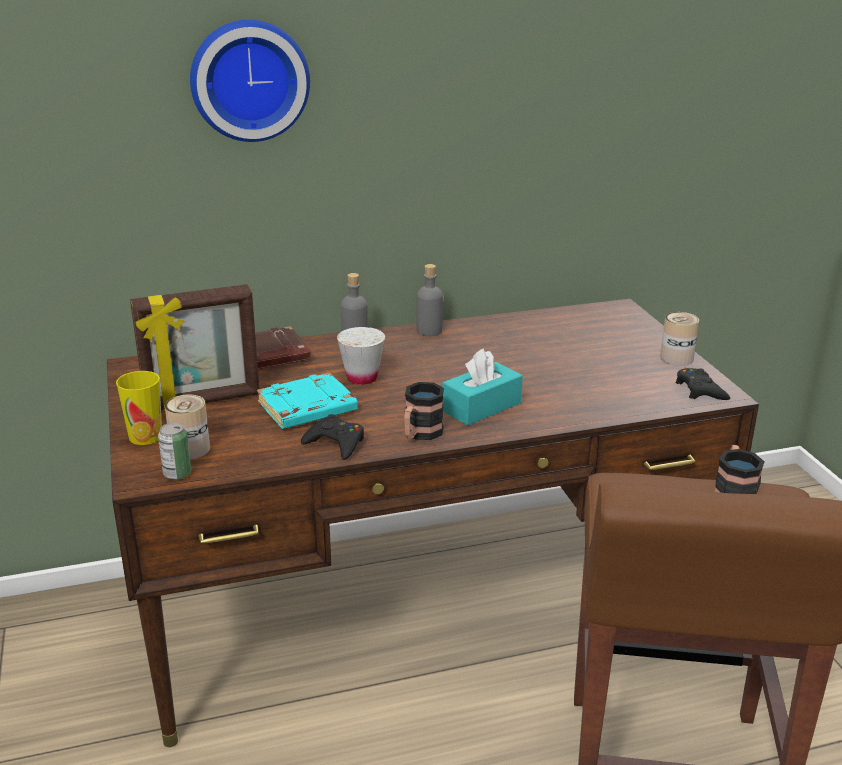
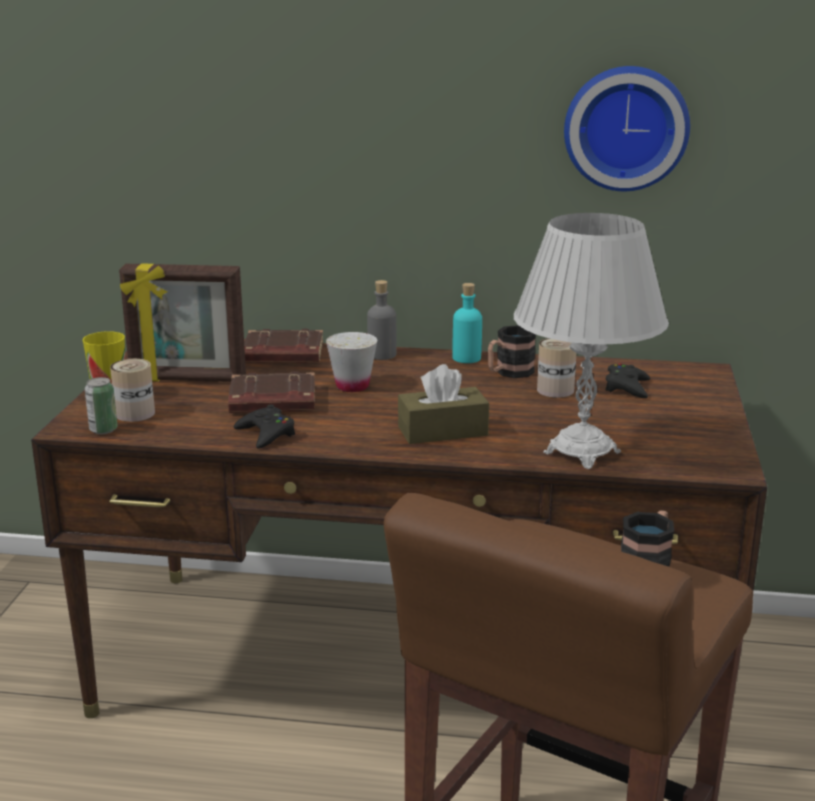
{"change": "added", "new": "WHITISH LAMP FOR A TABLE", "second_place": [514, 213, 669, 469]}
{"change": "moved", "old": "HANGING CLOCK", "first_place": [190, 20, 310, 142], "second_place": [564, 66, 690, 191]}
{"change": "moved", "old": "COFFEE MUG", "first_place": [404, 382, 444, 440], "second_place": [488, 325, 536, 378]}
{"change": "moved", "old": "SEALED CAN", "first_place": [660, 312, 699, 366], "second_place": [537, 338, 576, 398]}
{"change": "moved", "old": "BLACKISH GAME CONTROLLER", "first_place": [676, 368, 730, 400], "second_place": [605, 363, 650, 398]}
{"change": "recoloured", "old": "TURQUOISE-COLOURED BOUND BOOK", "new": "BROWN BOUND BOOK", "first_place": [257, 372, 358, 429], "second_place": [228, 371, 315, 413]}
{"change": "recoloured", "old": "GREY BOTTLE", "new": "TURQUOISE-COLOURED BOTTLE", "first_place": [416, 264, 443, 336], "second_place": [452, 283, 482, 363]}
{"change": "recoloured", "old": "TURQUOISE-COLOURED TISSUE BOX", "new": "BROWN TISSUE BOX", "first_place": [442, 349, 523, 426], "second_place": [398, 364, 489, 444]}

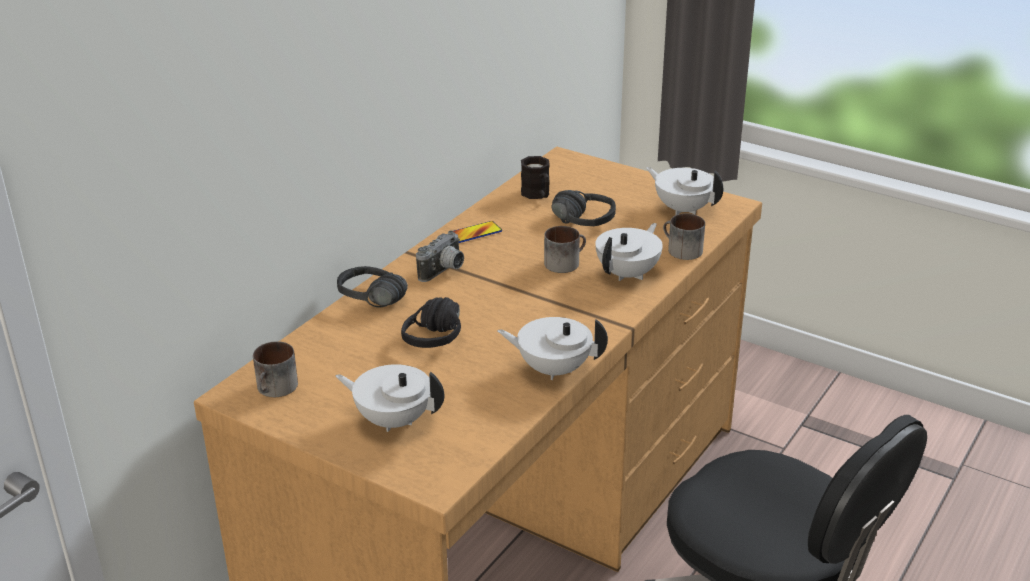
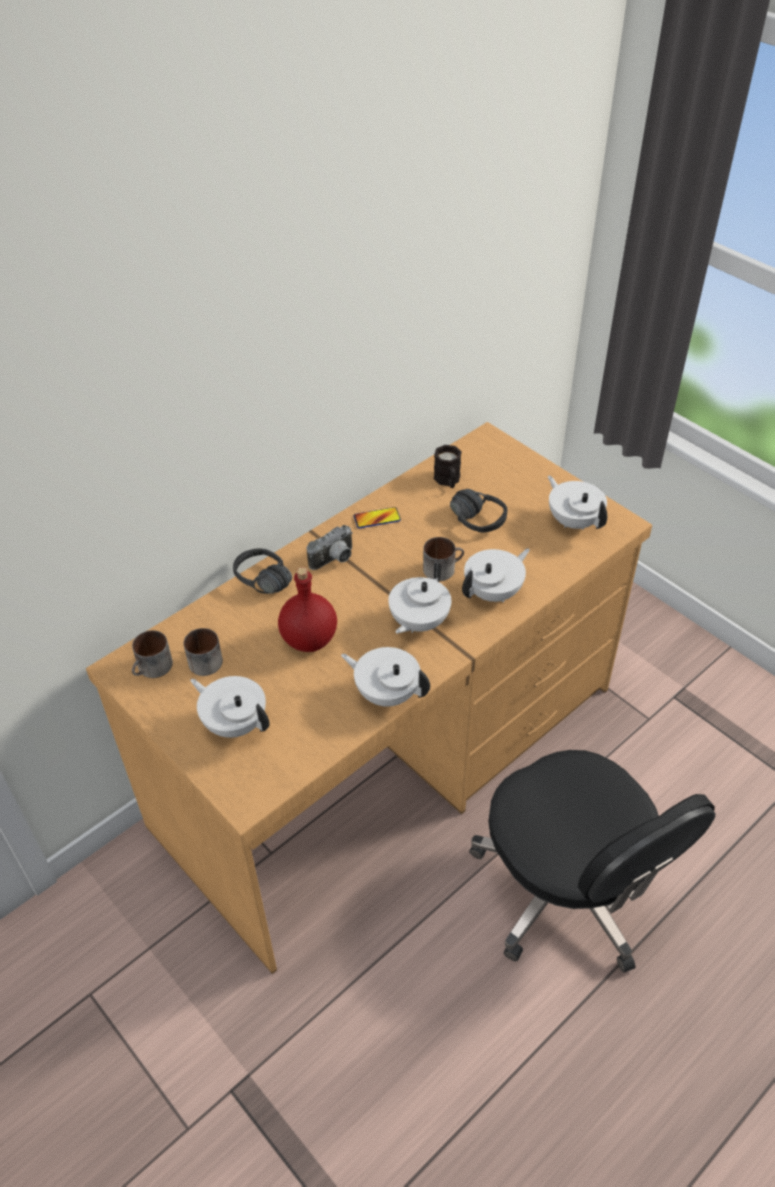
{"change": "added", "new": "WHITISH POT FOR TEA", "second_place": [388, 562, 451, 634]}
{"change": "moved", "old": "COFFEE MUG", "first_place": [663, 214, 705, 260], "second_place": [184, 628, 223, 676]}
{"change": "replaced", "old": "BLACKISH PAIR OF HEADPHONES", "new": "RED-COLOURED BOTTLE", "first_place": [401, 297, 461, 348], "second_place": [278, 567, 337, 652]}

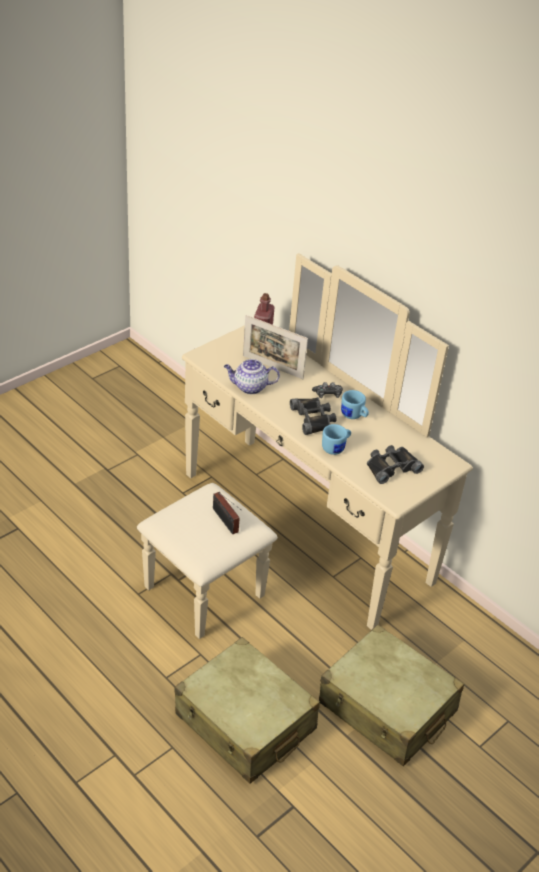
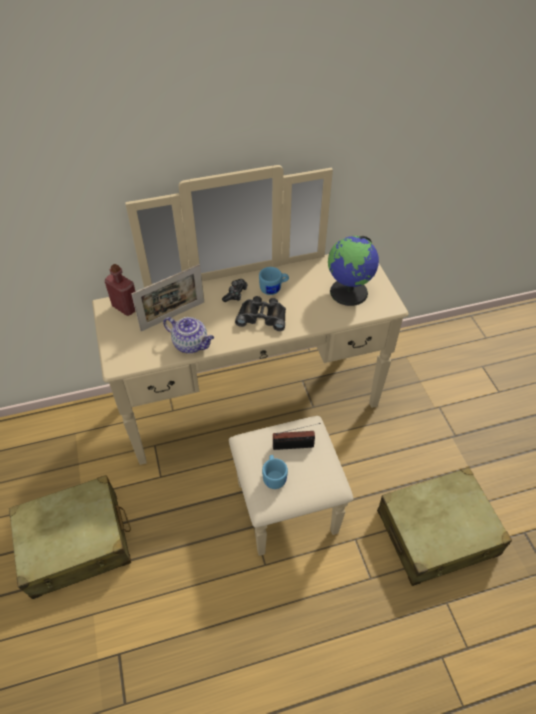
{"change": "moved", "old": "BEIGE SUITCASE", "first_place": [319, 625, 464, 766], "second_place": [9, 475, 131, 599]}
{"change": "moved", "old": "BLUISH COFFEE MUG", "first_place": [322, 424, 351, 455], "second_place": [262, 455, 288, 489]}
{"change": "replaced", "old": "BLACKISH PAIR OF BINOCULARS", "new": "GLOBE", "first_place": [367, 445, 424, 484], "second_place": [328, 236, 379, 306]}
{"change": "turned", "old": "POT FOR TEA", "first_place": [224, 359, 280, 394], "second_place": [163, 317, 214, 353], "degrees": -90}

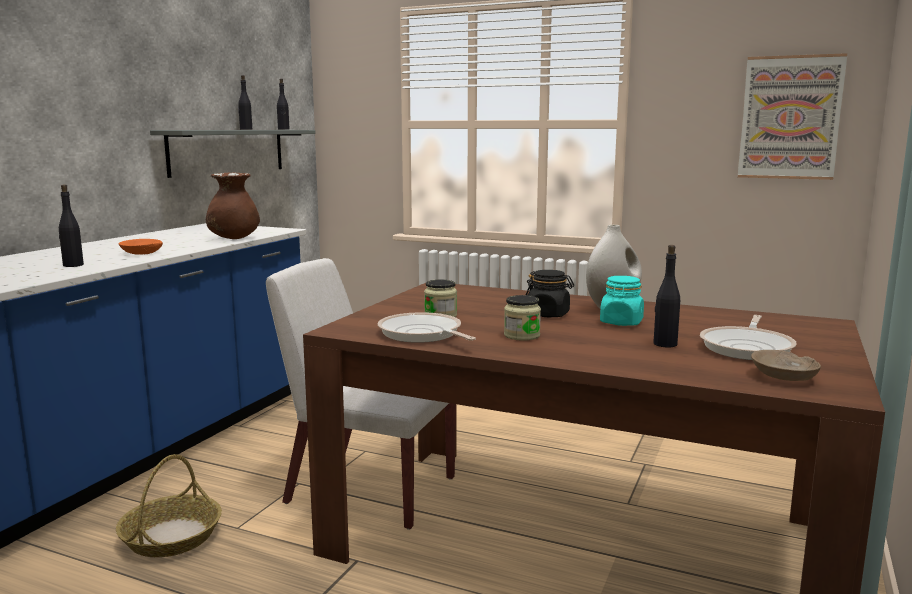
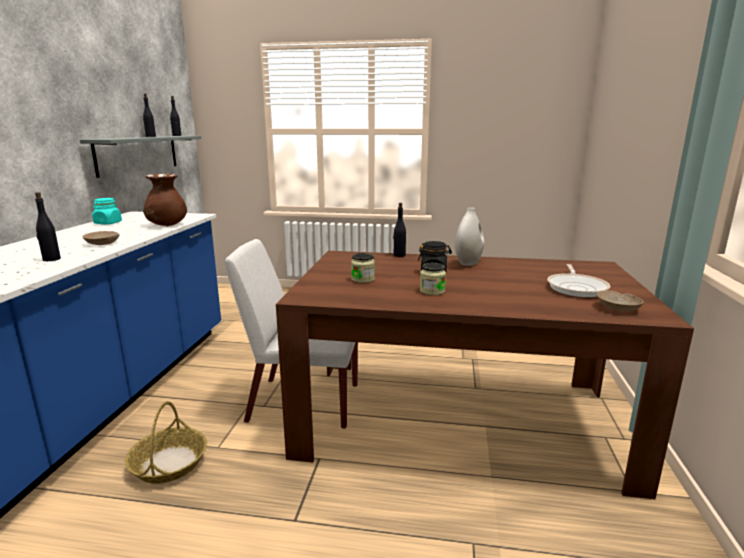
{"change": "removed", "old": "FRYING PAN", "first_place": [377, 312, 476, 343]}
{"change": "removed", "old": "PICTURE", "first_place": [738, 53, 847, 180]}
{"change": "moved", "old": "TURQUOISE-COLOURED JAR", "first_place": [600, 276, 644, 326], "second_place": [92, 198, 122, 225]}
{"change": "moved", "old": "BLACKISH BOTTLE", "first_place": [653, 245, 680, 347], "second_place": [393, 203, 406, 257]}
{"change": "recoloured", "old": "ORANGE DEEP DISH", "new": "BEIGE DEEP DISH", "first_place": [119, 239, 163, 255], "second_place": [82, 231, 120, 245]}

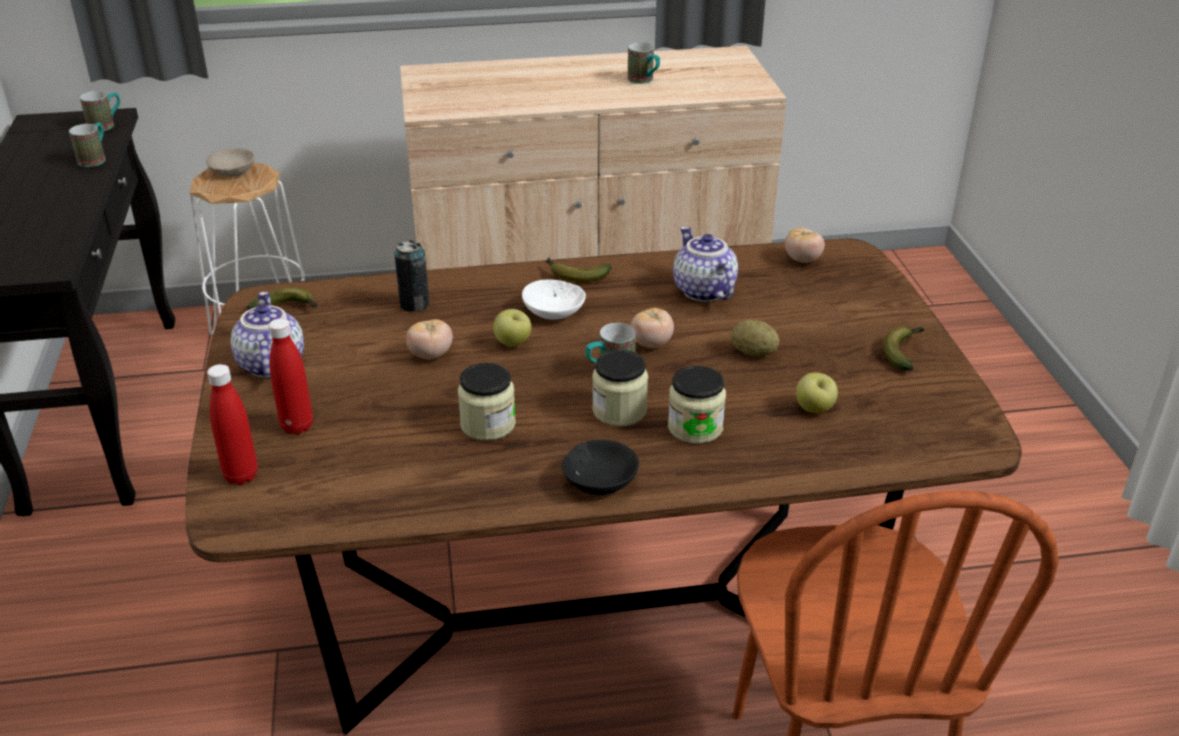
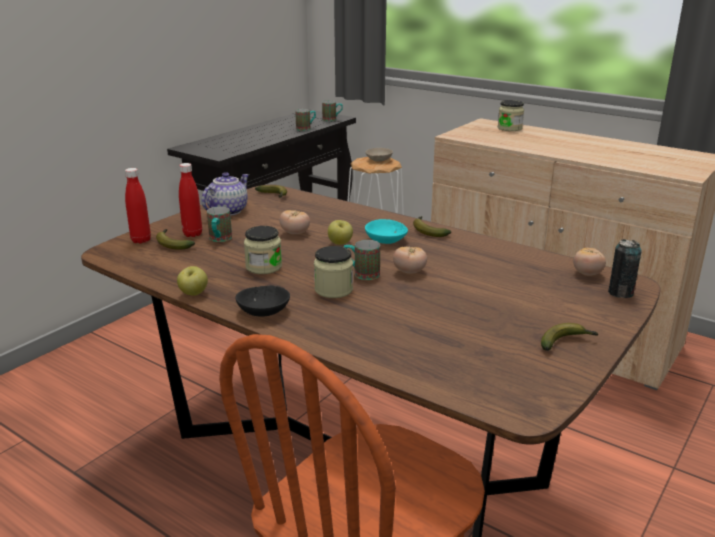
{"change": "removed", "old": "POT FOR TEA", "first_place": [673, 226, 738, 302]}
{"change": "removed", "old": "SPUD", "first_place": [731, 320, 779, 357]}
{"change": "added", "new": "BANANA", "second_place": [156, 229, 195, 250]}
{"change": "moved", "old": "SEALED CAN", "first_place": [394, 240, 430, 312], "second_place": [608, 239, 642, 298]}
{"change": "moved", "old": "COFFEE MUG", "first_place": [628, 42, 660, 84], "second_place": [207, 206, 232, 242]}
{"change": "moved", "old": "JAR", "first_place": [668, 366, 726, 444], "second_place": [498, 100, 524, 131]}
{"change": "moved", "old": "WHOLE APPLE", "first_place": [796, 373, 838, 413], "second_place": [177, 266, 208, 296]}
{"change": "recoloured", "old": "WHITISH DEEP DISH", "new": "TURQUOISE-COLOURED DEEP DISH", "first_place": [522, 280, 586, 320], "second_place": [365, 219, 408, 244]}

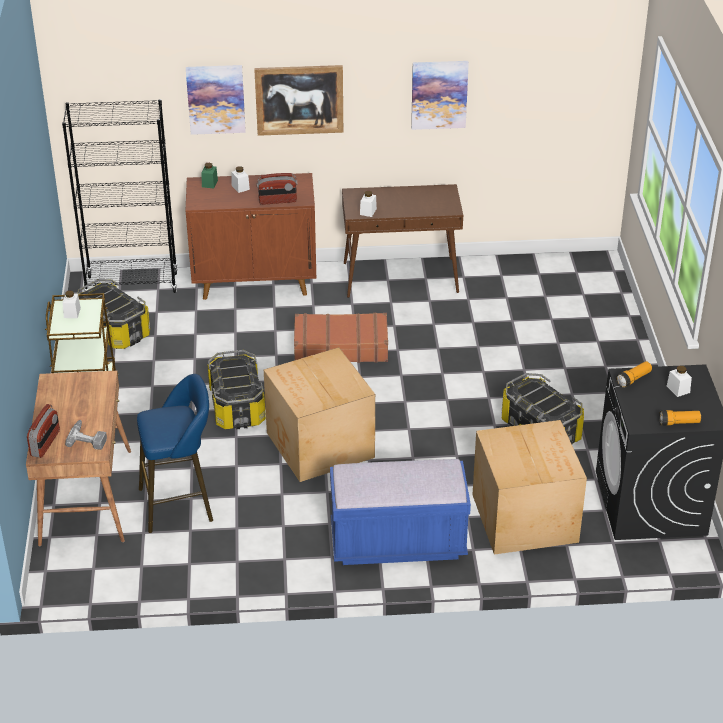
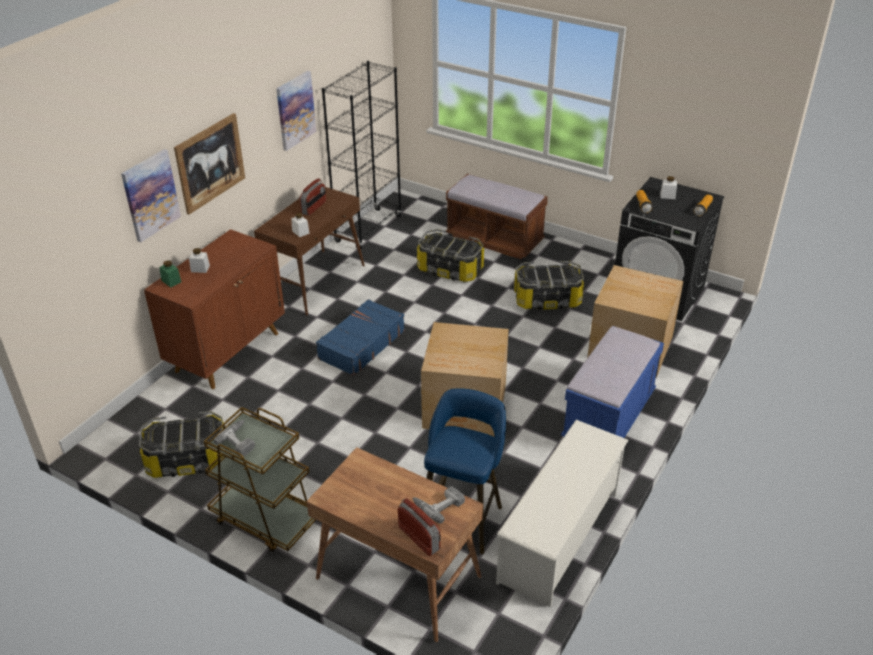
{"change": "added", "new": "BROWN LONG SEAT", "second_place": [446, 174, 548, 259]}
{"change": "added", "new": "WHITISH SHOE SHELF", "second_place": [496, 420, 629, 607]}
{"change": "moved", "old": "BLACKISH SHELVING UNIT", "first_place": [62, 99, 177, 293], "second_place": [322, 61, 402, 249]}
{"change": "moved", "old": "STORAGE BOX", "first_place": [208, 350, 266, 429], "second_place": [417, 229, 484, 282]}
{"change": "moved", "old": "RADIO RECEIVER", "first_place": [257, 173, 298, 205], "second_place": [300, 178, 326, 216]}
{"change": "replaced", "old": "WHITISH JAR", "new": "ELECTRIC DRILL", "first_place": [62, 291, 81, 318], "second_place": [214, 420, 255, 457]}
{"change": "recoloured", "old": "BROWN SUITCASE", "new": "BLUISH SUITCASE", "first_place": [294, 313, 388, 363], "second_place": [316, 299, 405, 376]}

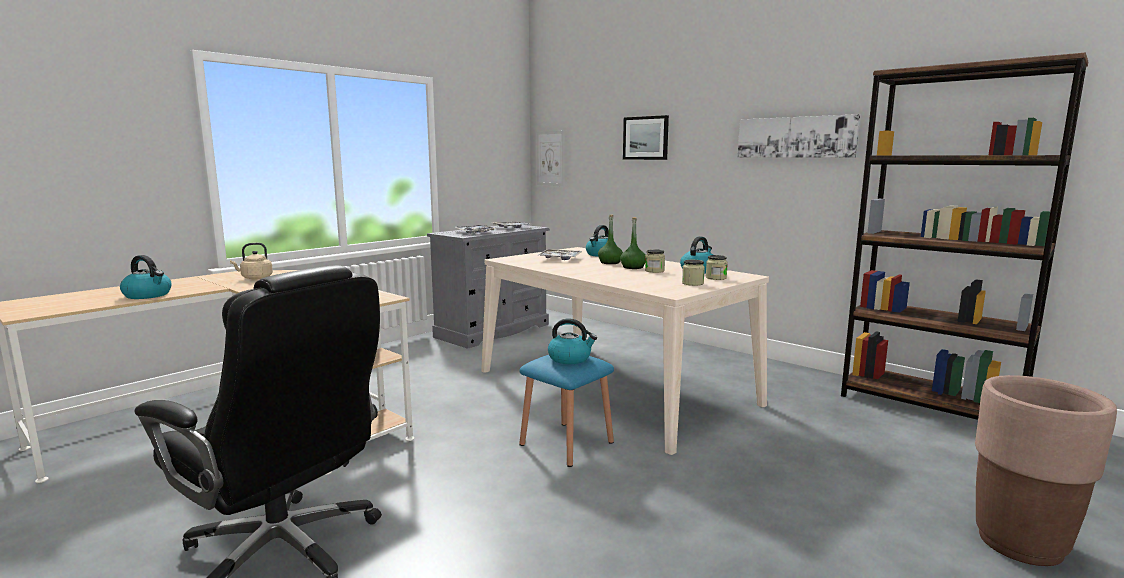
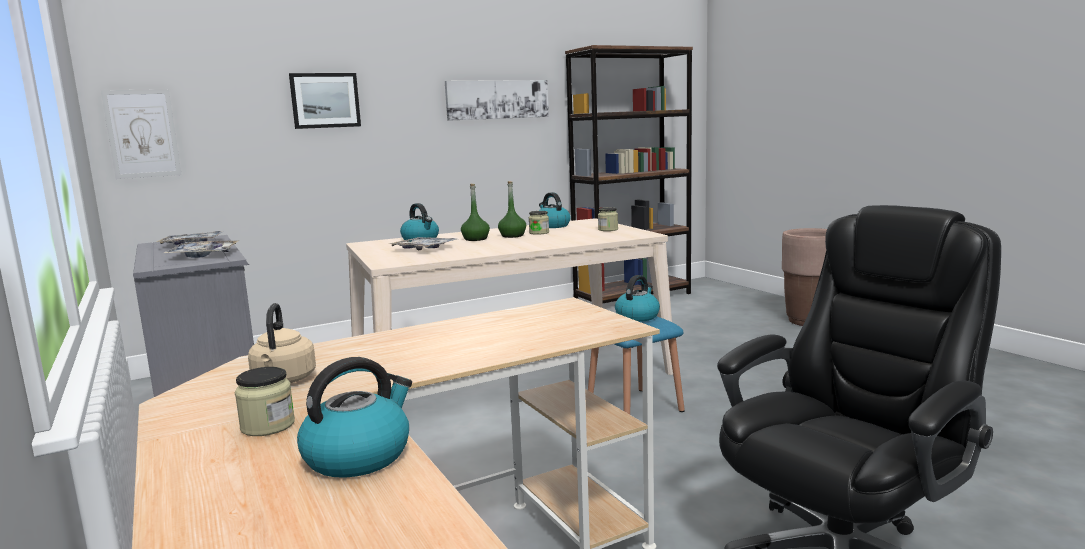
{"change": "moved", "old": "JAR", "first_place": [706, 255, 728, 280], "second_place": [235, 367, 295, 436]}

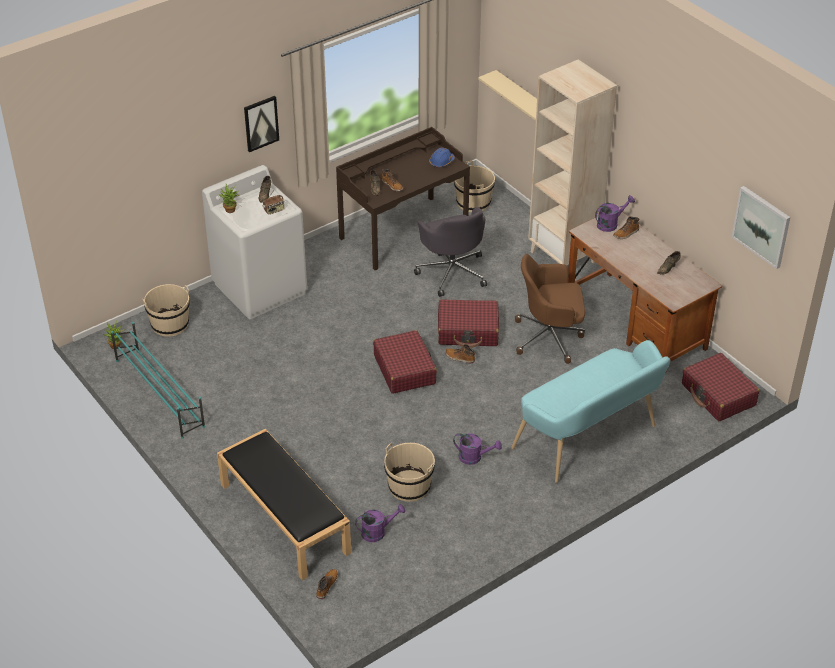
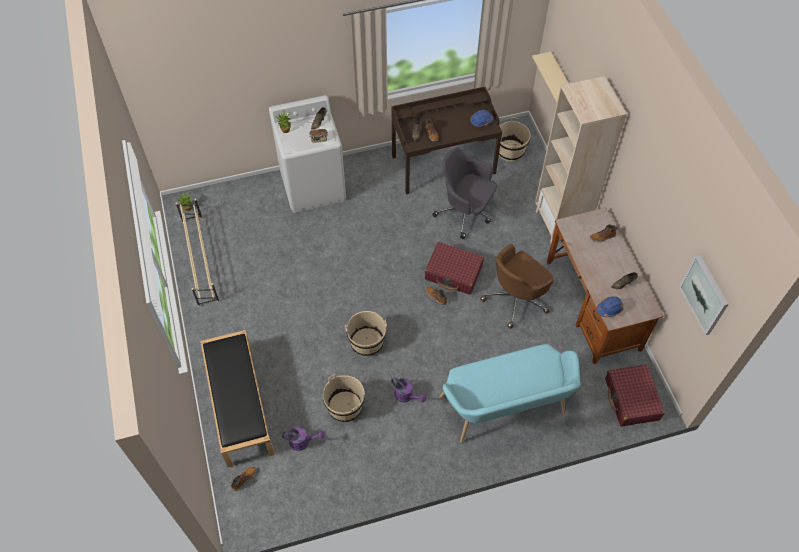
{"change": "removed", "old": "PICTURE", "first_place": [244, 96, 279, 152]}
{"change": "removed", "old": "RED-COLOURED SUITCASE", "first_place": [373, 330, 437, 394]}
{"change": "removed", "old": "PURPLE-COLOURED WATERING POT", "first_place": [595, 195, 635, 232]}
{"change": "added", "new": "BLUISH WORK HELMET", "second_place": [597, 296, 624, 317]}
{"change": "moved", "old": "BEIGE WATER BUCKET", "first_place": [143, 284, 190, 337], "second_place": [345, 311, 387, 357]}
{"change": "recoloured", "old": "TURQUOISE-COLOURED SHOE SHELF", "new": "BEIGE SHOE SHELF", "first_place": [111, 322, 205, 438], "second_place": [176, 199, 220, 307]}
{"change": "turned", "old": "GREY COMPUTER CHAIR", "first_place": [414, 207, 487, 297], "second_place": [432, 147, 497, 239], "degrees": 120}
{"change": "turned", "old": "BROWN COMPUTER CHAIR", "first_place": [515, 254, 585, 364], "second_place": [480, 244, 554, 329], "degrees": -60}

